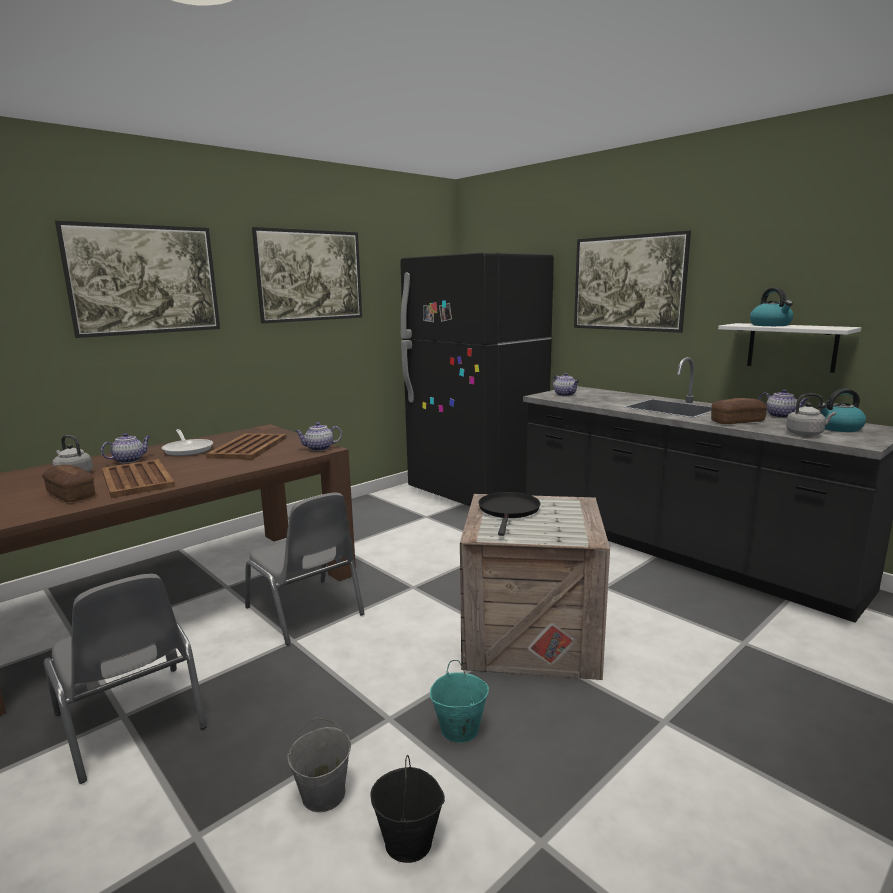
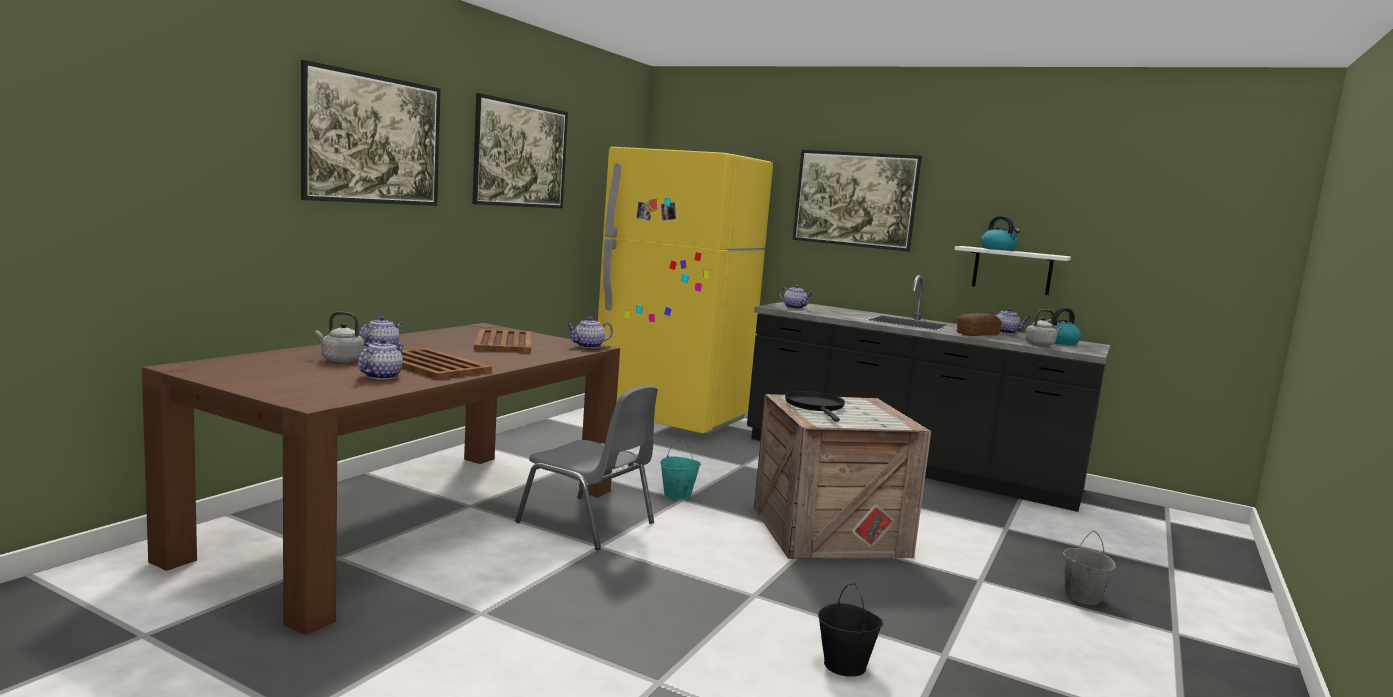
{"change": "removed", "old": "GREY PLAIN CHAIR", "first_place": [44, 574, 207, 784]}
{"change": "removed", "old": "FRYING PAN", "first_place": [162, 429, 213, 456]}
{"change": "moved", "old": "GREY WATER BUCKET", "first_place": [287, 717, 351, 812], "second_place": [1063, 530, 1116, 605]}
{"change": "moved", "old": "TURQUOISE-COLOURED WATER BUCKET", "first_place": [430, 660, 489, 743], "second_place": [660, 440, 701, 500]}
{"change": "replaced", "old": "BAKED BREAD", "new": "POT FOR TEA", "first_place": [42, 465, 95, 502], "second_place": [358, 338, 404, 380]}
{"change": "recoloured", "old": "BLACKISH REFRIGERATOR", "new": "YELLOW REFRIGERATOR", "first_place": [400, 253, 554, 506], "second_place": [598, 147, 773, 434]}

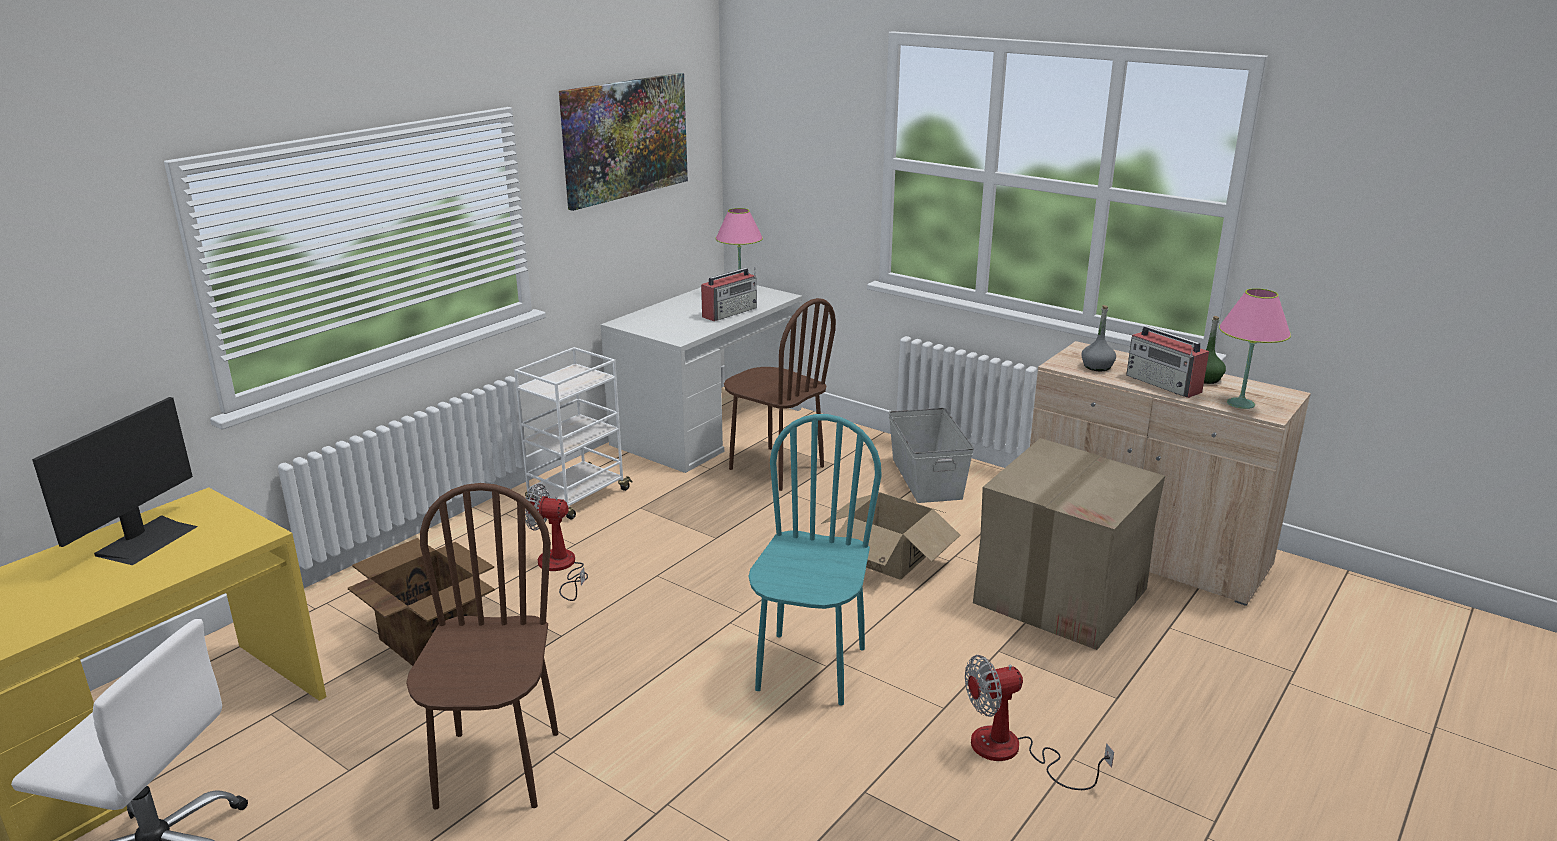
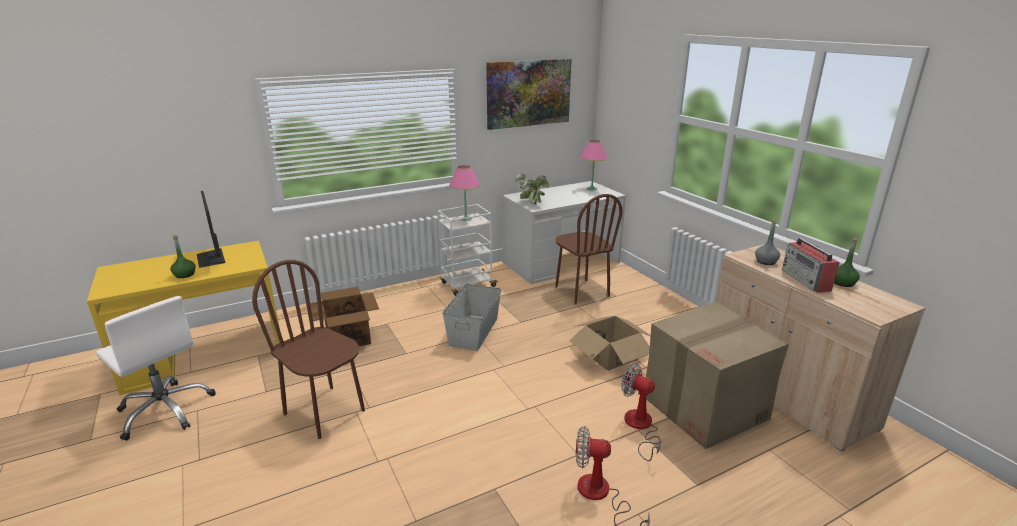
{"change": "removed", "old": "RADIO RECEIVER", "first_place": [701, 267, 757, 321]}
{"change": "removed", "old": "TURQUOISE-COLOURED PLAIN CHAIR", "first_place": [749, 414, 882, 706]}
{"change": "added", "new": "GREEN-COLOURED BOTTLE", "second_place": [170, 235, 196, 278]}
{"change": "added", "new": "PLANT IN A POT", "second_place": [515, 174, 549, 205]}
{"change": "moved", "old": "ELECTRIC FAN", "first_place": [525, 484, 588, 601], "second_place": [621, 364, 661, 461]}
{"change": "moved", "old": "GREY STORAGE BOX", "first_place": [889, 408, 974, 503], "second_place": [442, 284, 501, 351]}
{"change": "moved", "old": "PINK LAMP FOR A TABLE", "first_place": [1219, 288, 1291, 409], "second_place": [449, 165, 480, 221]}
{"change": "turned", "old": "COMPUTER DISPLAY", "first_place": [32, 397, 198, 565], "second_place": [197, 191, 225, 268], "degrees": 105}
{"change": "turned", "old": "BROWN PLAIN CHAIR", "first_place": [406, 483, 558, 810], "second_place": [252, 260, 365, 439], "degrees": -75}

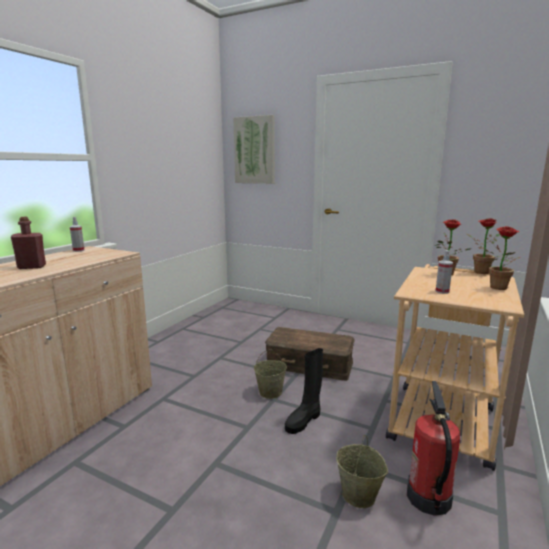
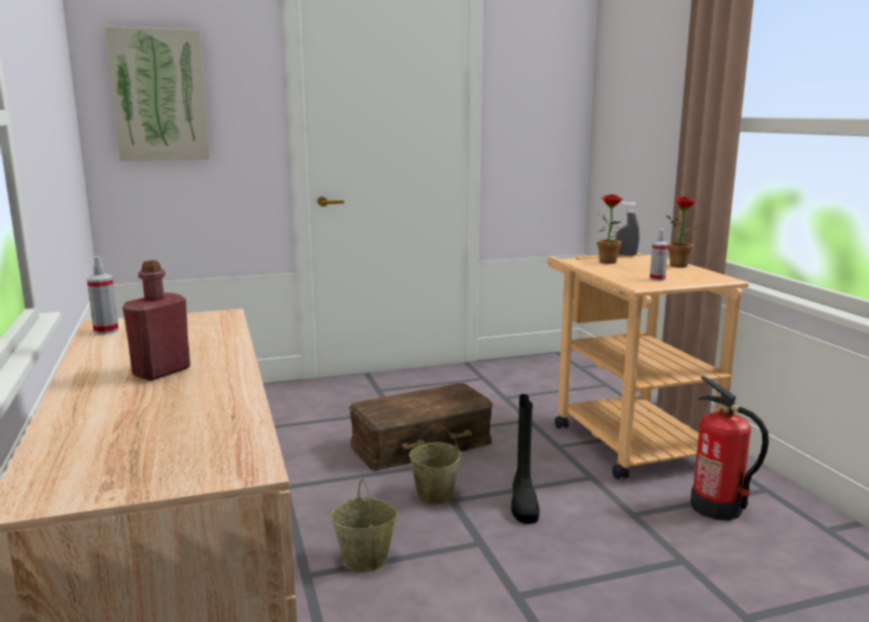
{"change": "moved", "old": "BEIGE WATER BUCKET", "first_place": [336, 435, 388, 508], "second_place": [331, 479, 398, 572]}
{"change": "replaced", "old": "PLANT IN A POT", "new": "GREY SPRAYER", "first_place": [467, 219, 500, 274], "second_place": [616, 202, 640, 255]}

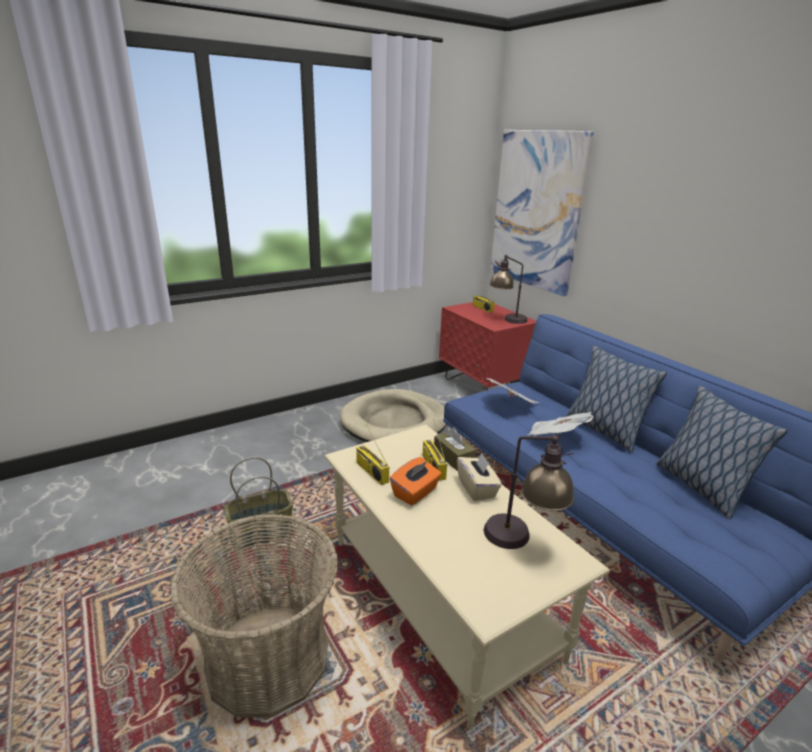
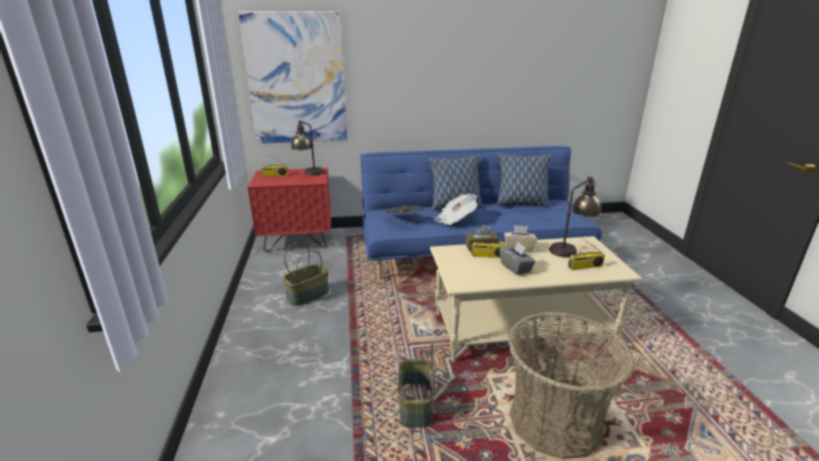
{"change": "moved", "old": "RADIO RECEIVER", "first_place": [356, 424, 389, 485], "second_place": [568, 236, 605, 270]}
{"change": "replaced", "old": "BEIGE PET BED", "new": "BASKET", "first_place": [340, 389, 447, 442], "second_place": [283, 242, 329, 306]}
{"change": "recoloured", "old": "ORANGE TISSUE BOX", "new": "GREY TISSUE BOX", "first_place": [390, 457, 441, 506], "second_place": [499, 241, 536, 275]}

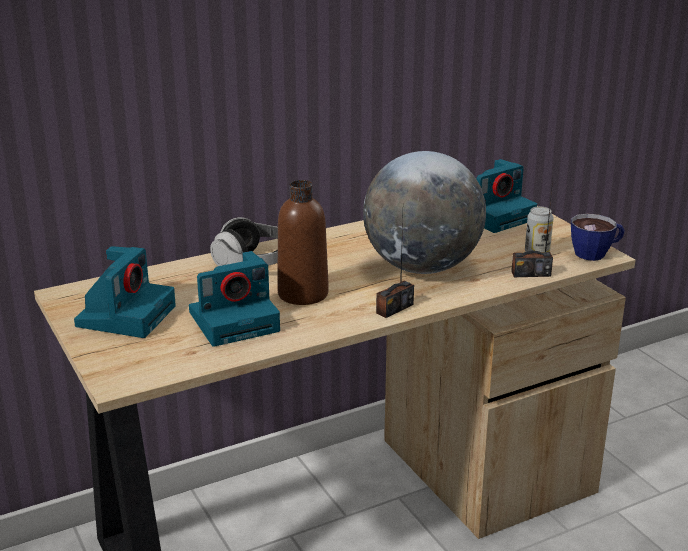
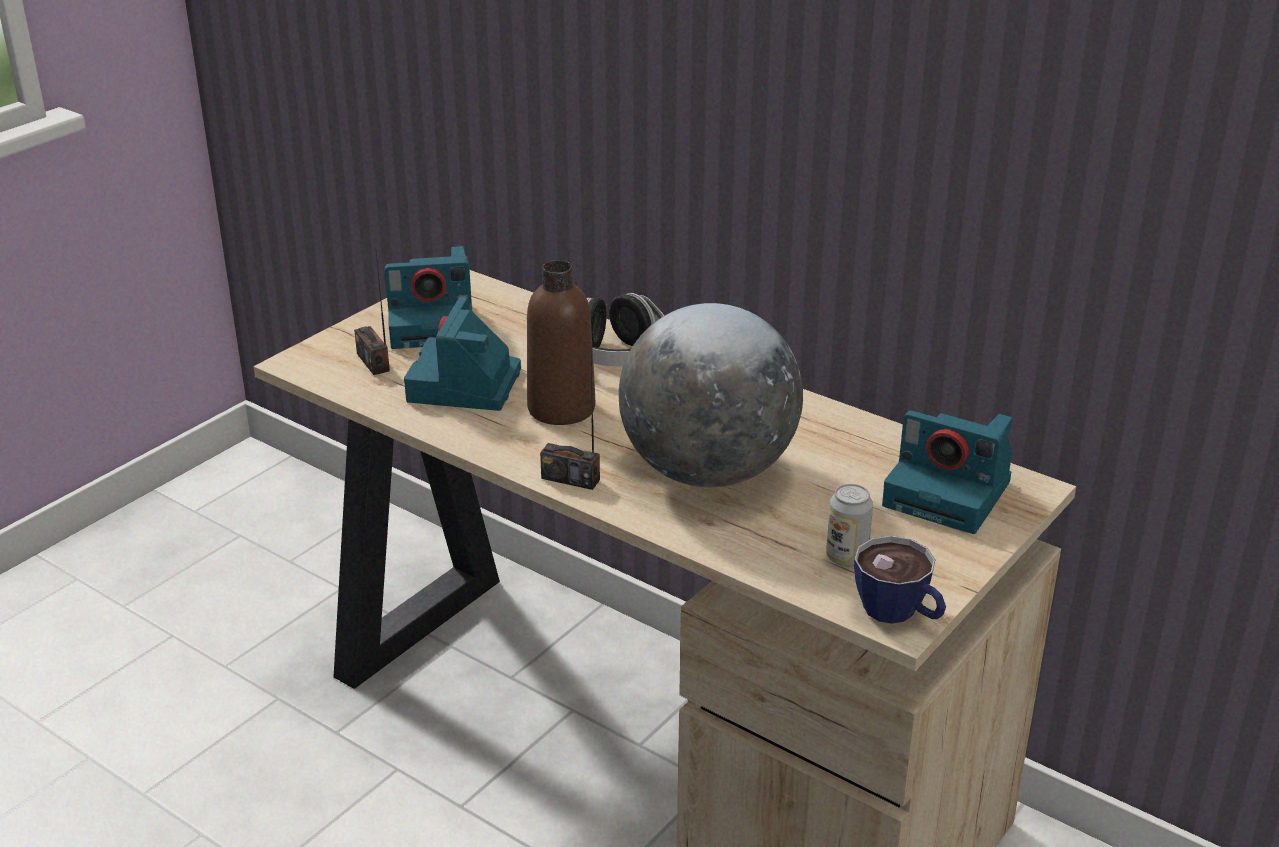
{"change": "moved", "old": "RADIO RECEIVER", "first_place": [511, 179, 553, 277], "second_place": [354, 252, 390, 375]}
{"change": "turned", "old": "STILL CAMERA", "first_place": [189, 251, 280, 347], "second_place": [404, 297, 521, 411], "degrees": 60}

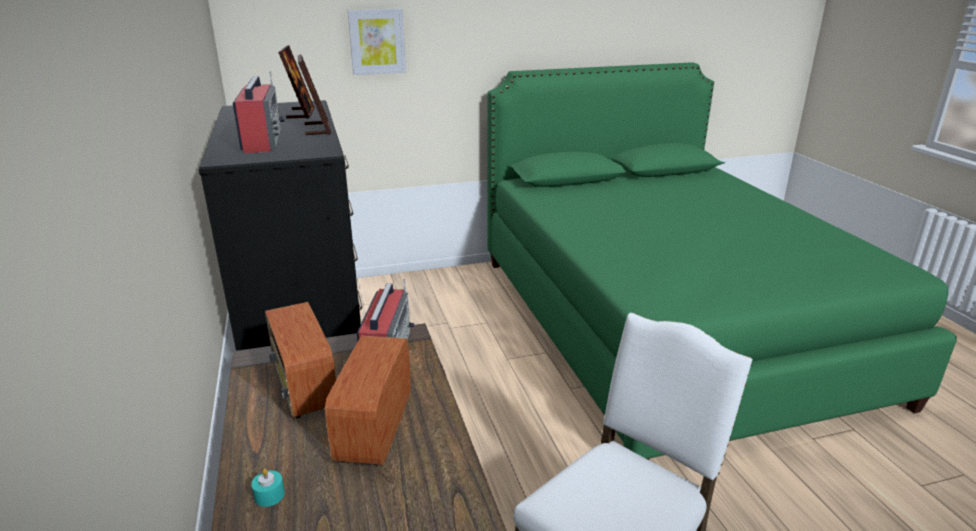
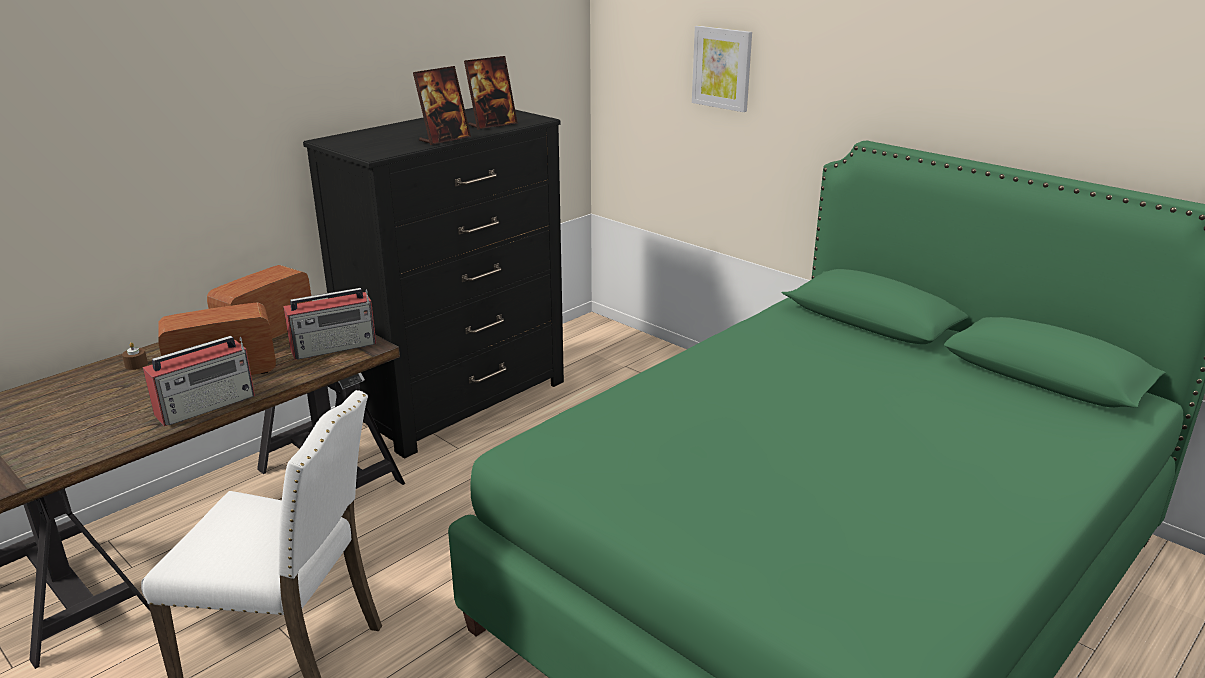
{"change": "moved", "old": "RADIO RECEIVER", "first_place": [233, 71, 284, 153], "second_place": [143, 336, 255, 426]}
{"change": "recoloured", "old": "TURQUOISE-COLOURED WAX LIGHT", "new": "BROWN WAX LIGHT", "first_place": [251, 469, 285, 507], "second_place": [122, 342, 148, 370]}

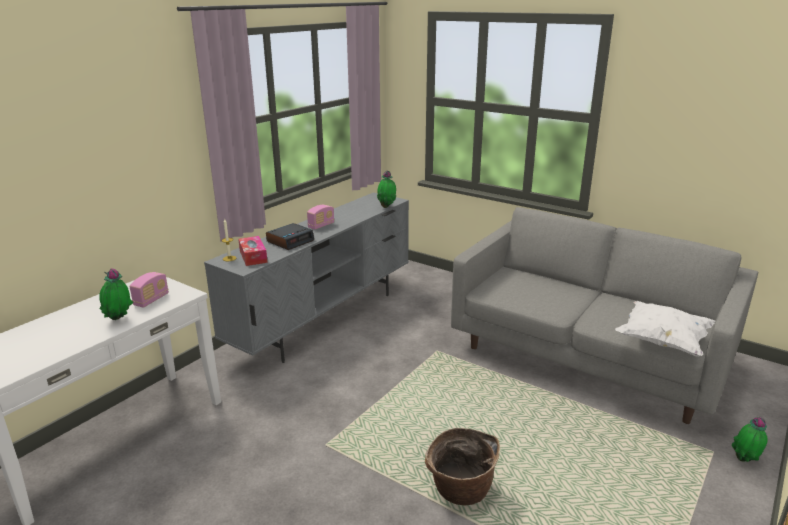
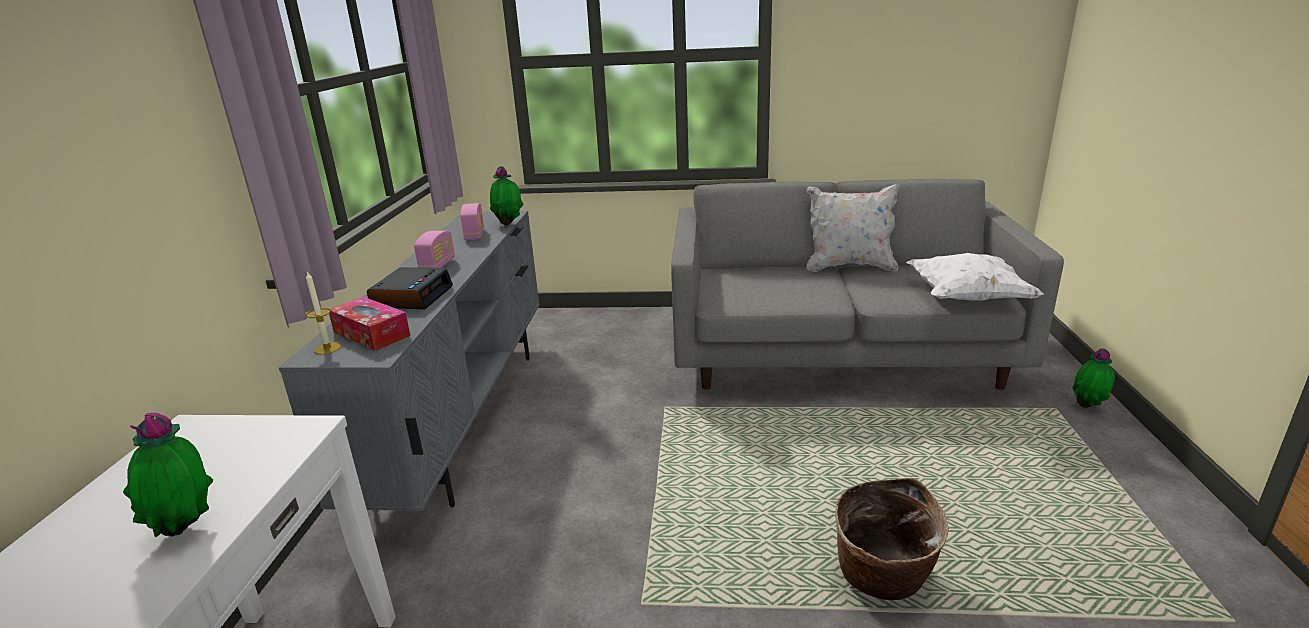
{"change": "added", "new": "WHITISH THROW PILLOW", "second_place": [806, 184, 899, 272]}
{"change": "moved", "old": "RADIO RECEIVER", "first_place": [130, 272, 169, 308], "second_place": [460, 203, 484, 240]}

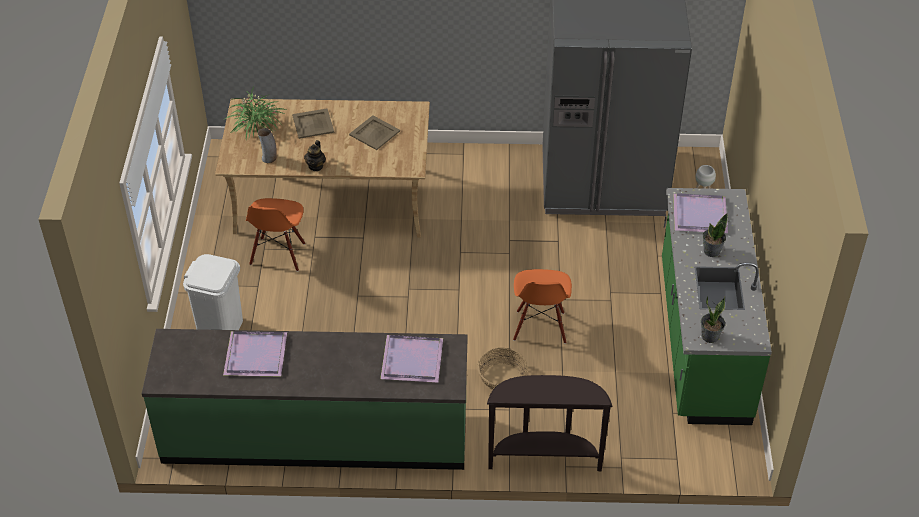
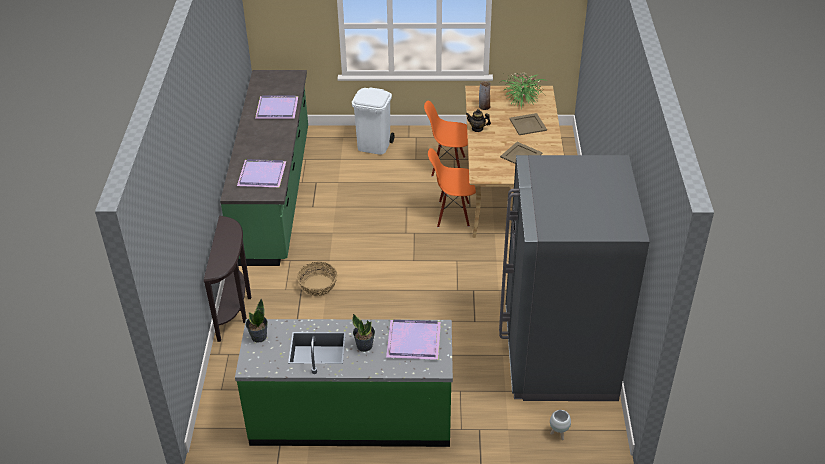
{"change": "moved", "old": "ORANGE PLAIN CHAIR", "first_place": [513, 269, 572, 344], "second_place": [428, 148, 476, 228]}

